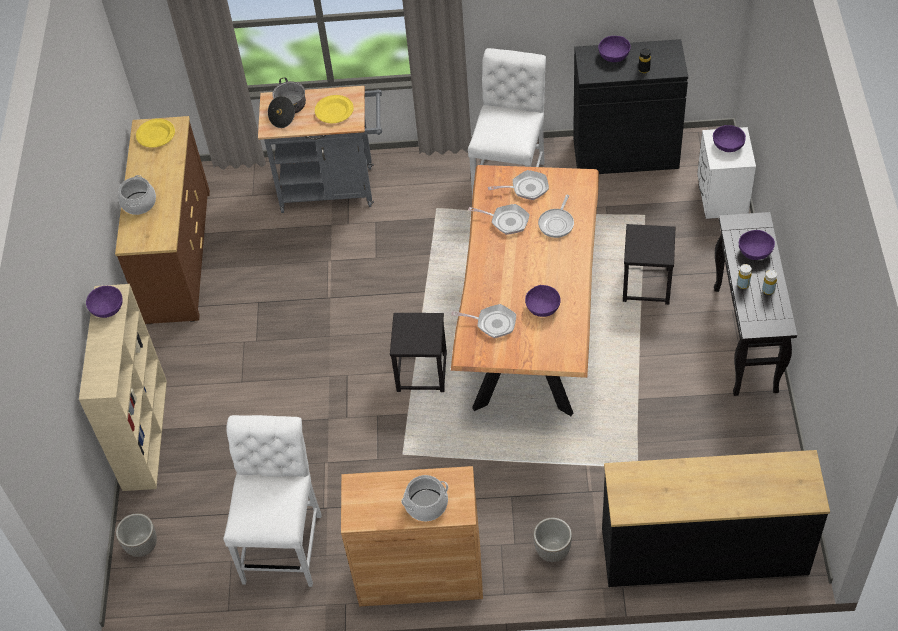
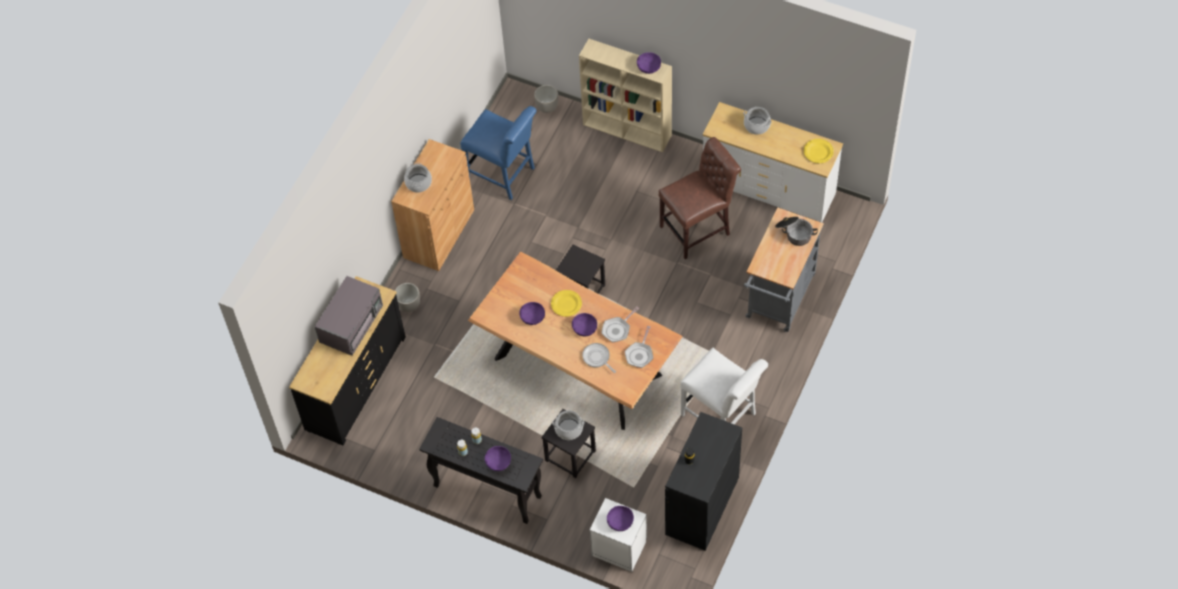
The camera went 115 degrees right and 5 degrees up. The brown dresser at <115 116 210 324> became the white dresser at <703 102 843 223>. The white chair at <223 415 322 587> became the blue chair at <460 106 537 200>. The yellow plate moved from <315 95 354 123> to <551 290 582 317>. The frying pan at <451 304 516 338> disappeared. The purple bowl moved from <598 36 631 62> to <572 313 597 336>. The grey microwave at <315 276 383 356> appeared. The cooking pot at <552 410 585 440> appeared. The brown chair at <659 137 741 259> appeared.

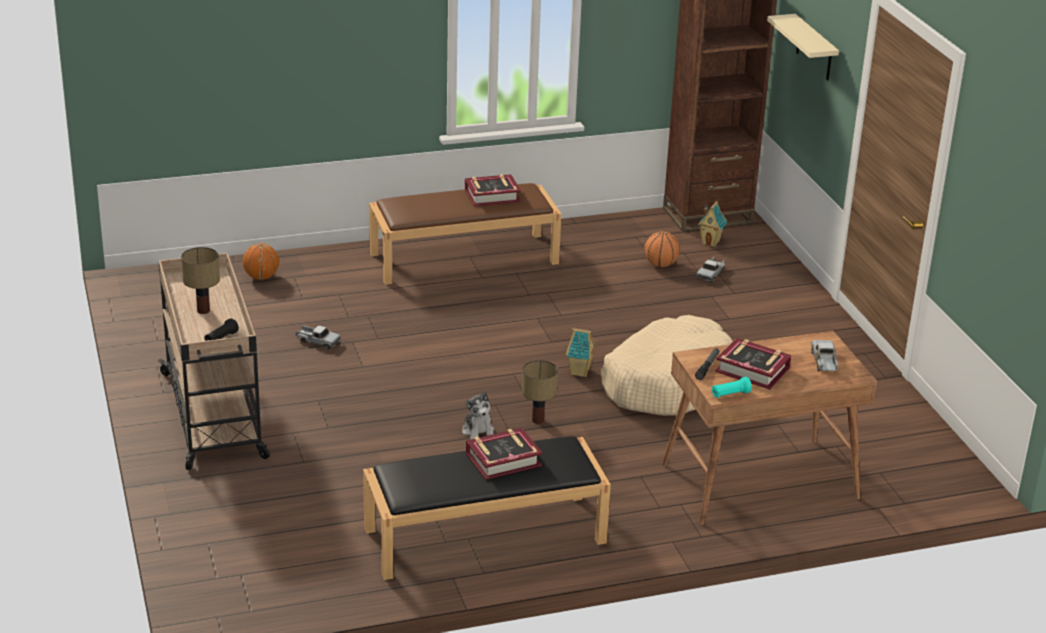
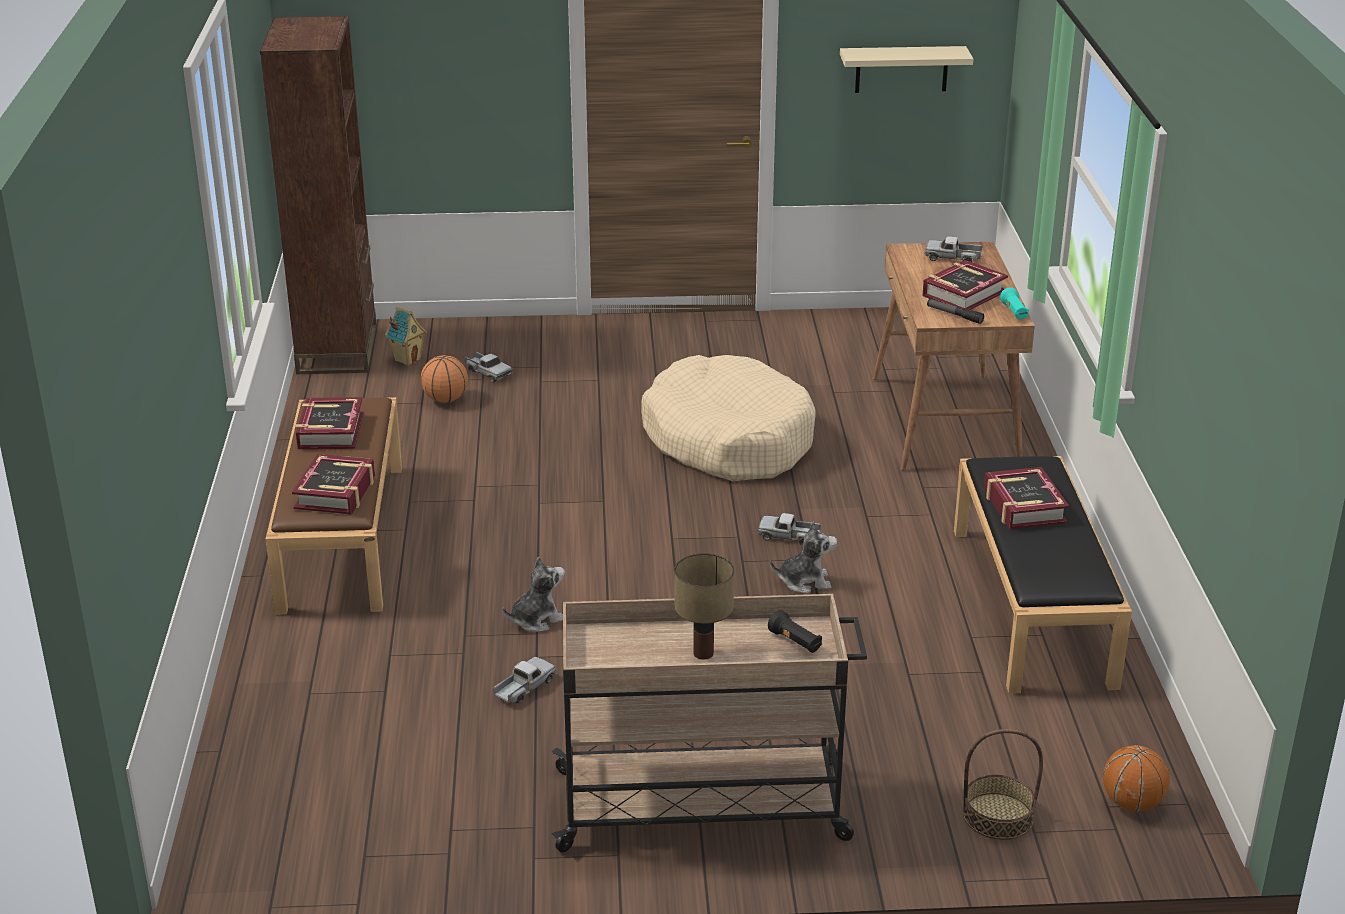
The camera went 75 degrees left and 0 degrees up. The basketball moved from <243 243 279 280> to <1103 745 1170 812>. The table lamp at <522 360 558 424> was replaced by the toy truck at <758 513 821 545>. The toy house at <566 328 596 377> disappeared. The beige shelf moved from <767 14 839 80> to <840 46 973 93>. The book at <292 454 375 515> appeared. The plush toy at <503 556 565 632> appeared. The basket at <963 729 1043 840> appeared.

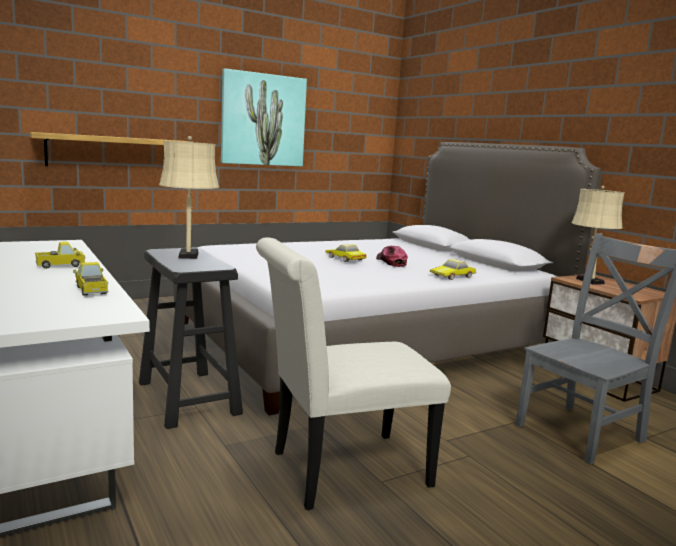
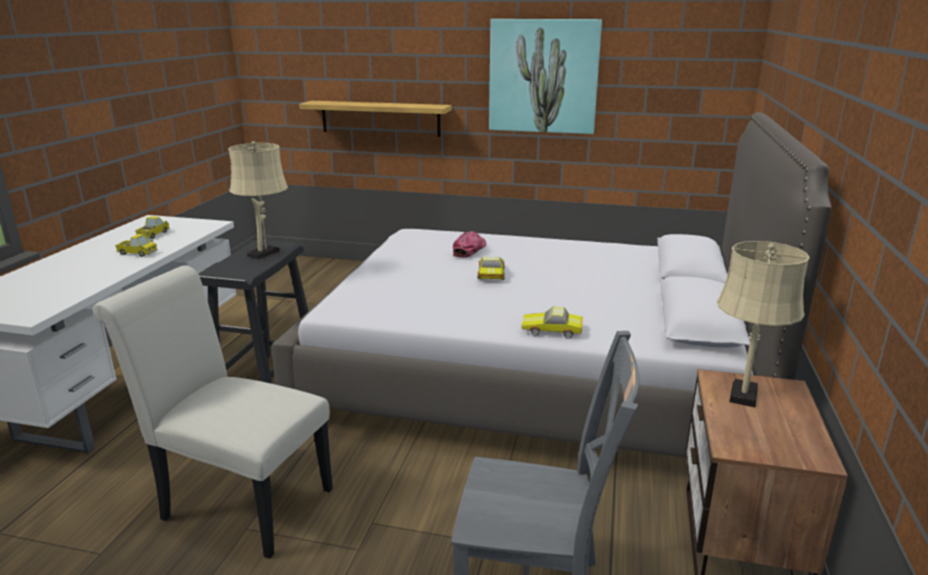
The camera went 45 degrees right and 10 degrees up. The toy truck moved from <73 262 109 296> to <135 216 170 239>. The cap moved from <376 246 408 267> to <453 231 486 258>.

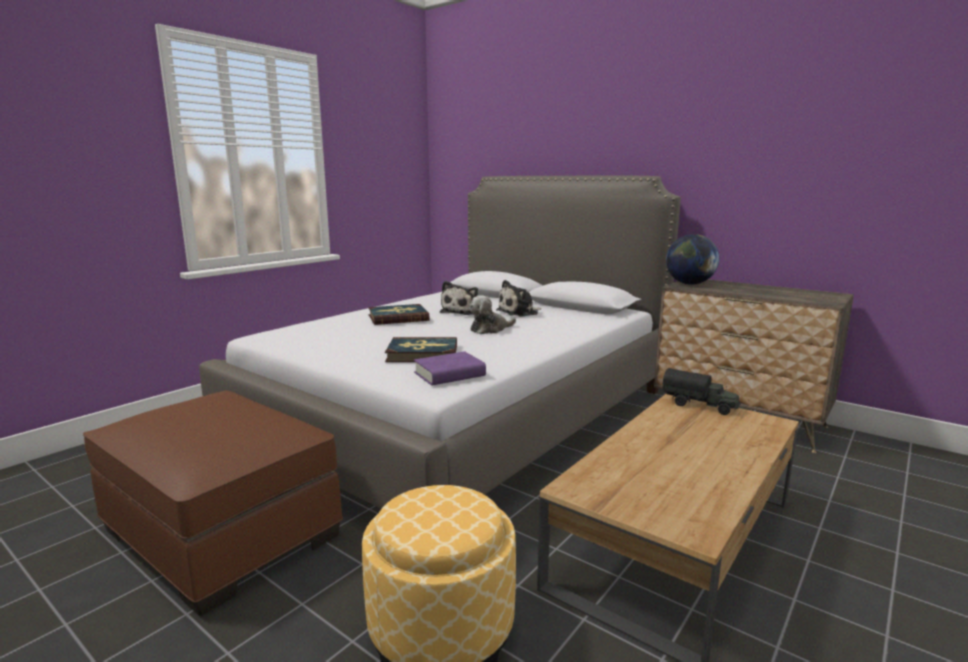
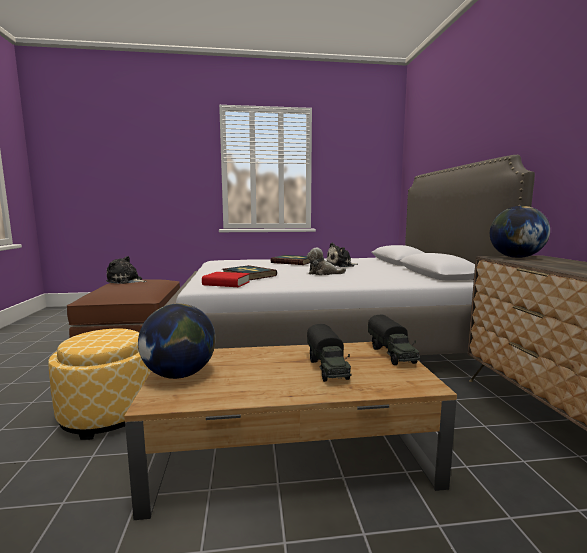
The camera went 45 degrees right and 5 degrees down. The purple book at <414 351 486 385> became the red book at <202 272 250 287>. The plush toy moved from <496 280 541 317> to <106 256 147 284>. The globe at <138 304 216 379> appeared. The toy truck at <307 324 351 382> appeared.

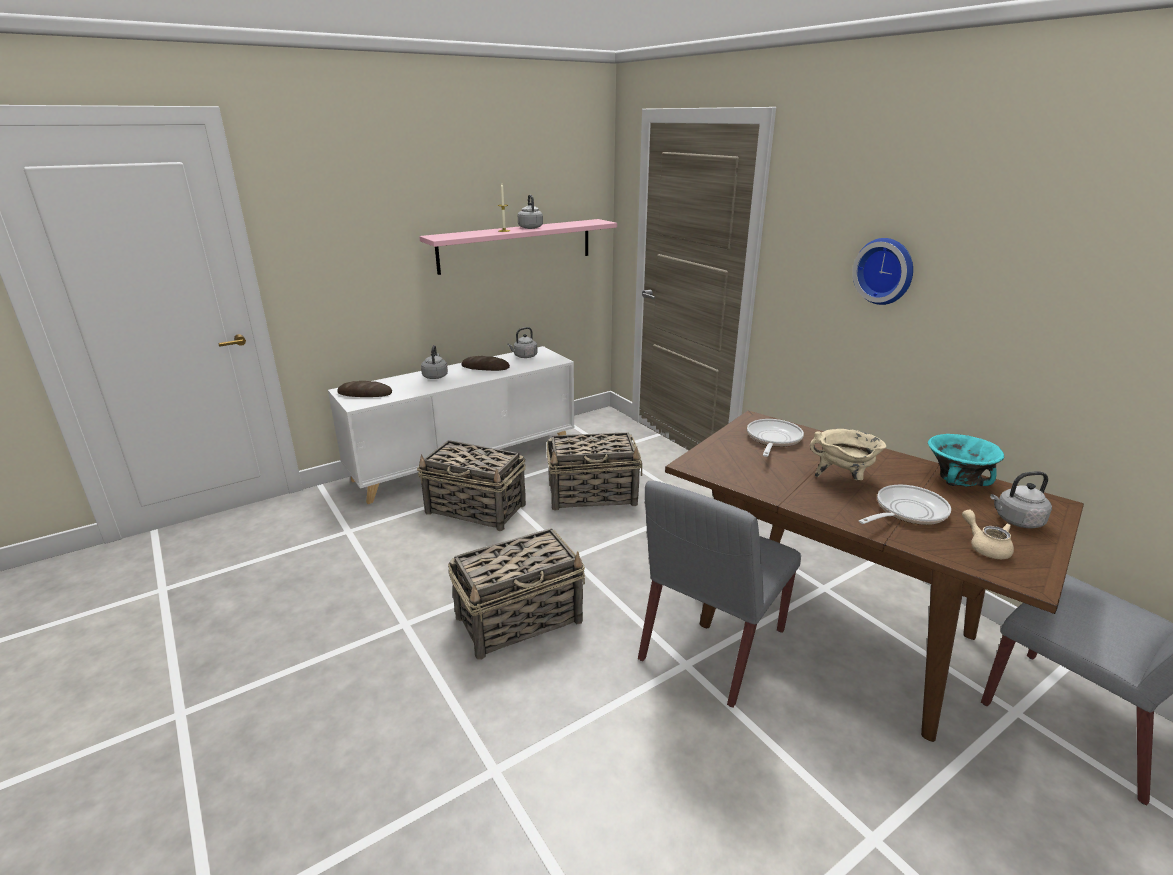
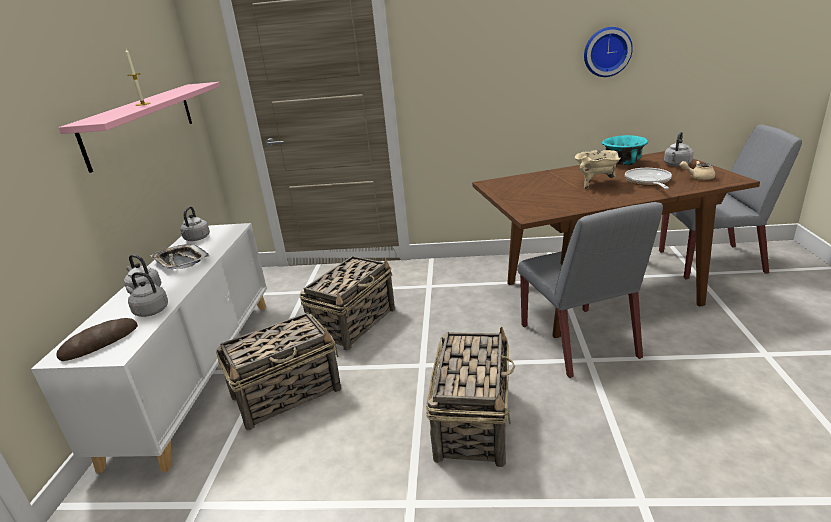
The camera went 50 degrees left and 0 degrees up. The bread at <461 356 510 371> was replaced by the tray at <150 244 209 269>. The grey kettle moved from <518 195 543 229> to <126 272 168 317>. The frying pan at <747 419 804 457> disappeared. The wall clock moved from <852 238 913 305> to <584 27 633 77>.

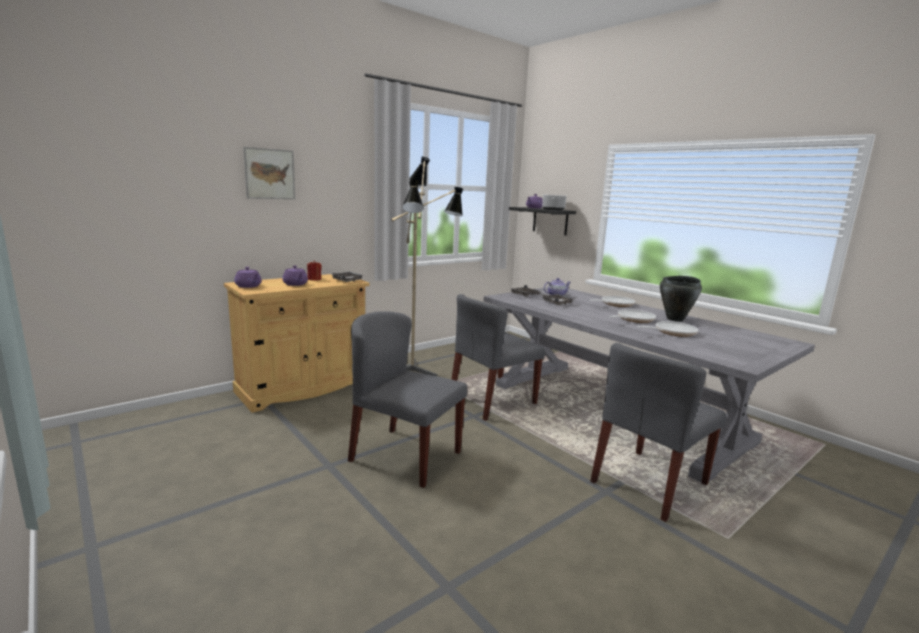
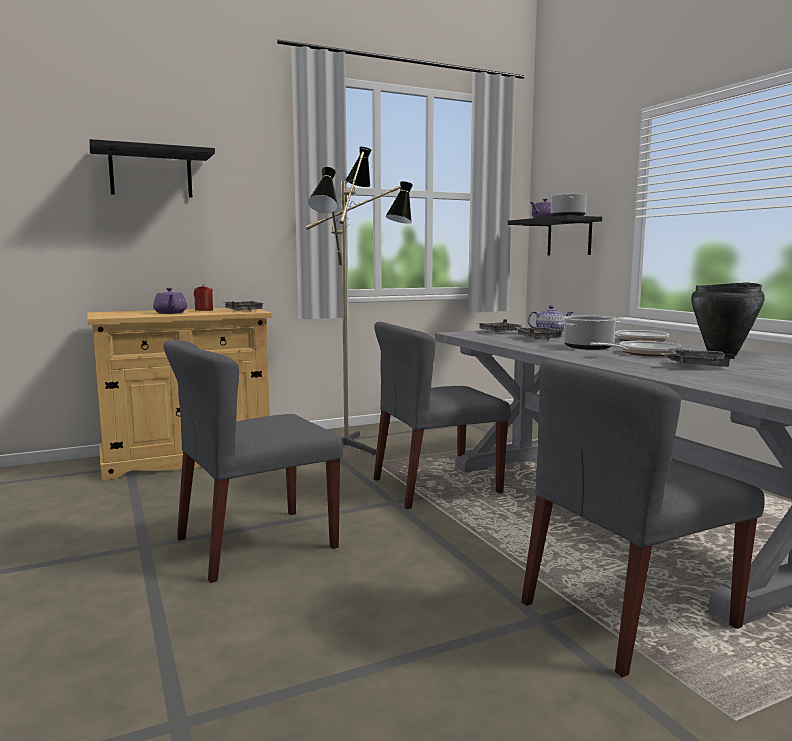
The camera went 15 degrees right and 5 degrees down. The purple teapot at <234 267 262 288> disappeared. The picture at <243 147 295 199> was replaced by the black shelf at <90 139 215 198>. The grey chair at <348 311 467 488> turned 75 degrees counterclockwise. The frying pan at <637 321 698 337> was replaced by the grey tray at <660 349 735 367>. The cooking pot at <558 315 620 350> appeared.

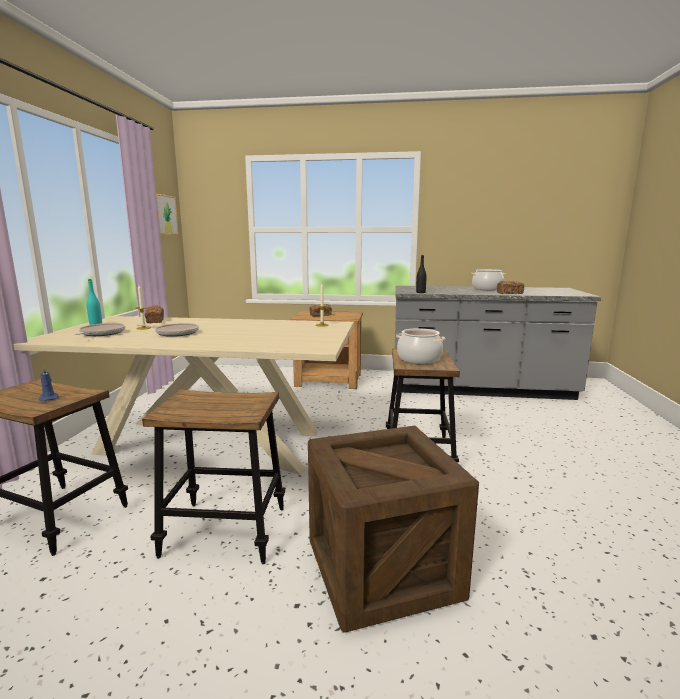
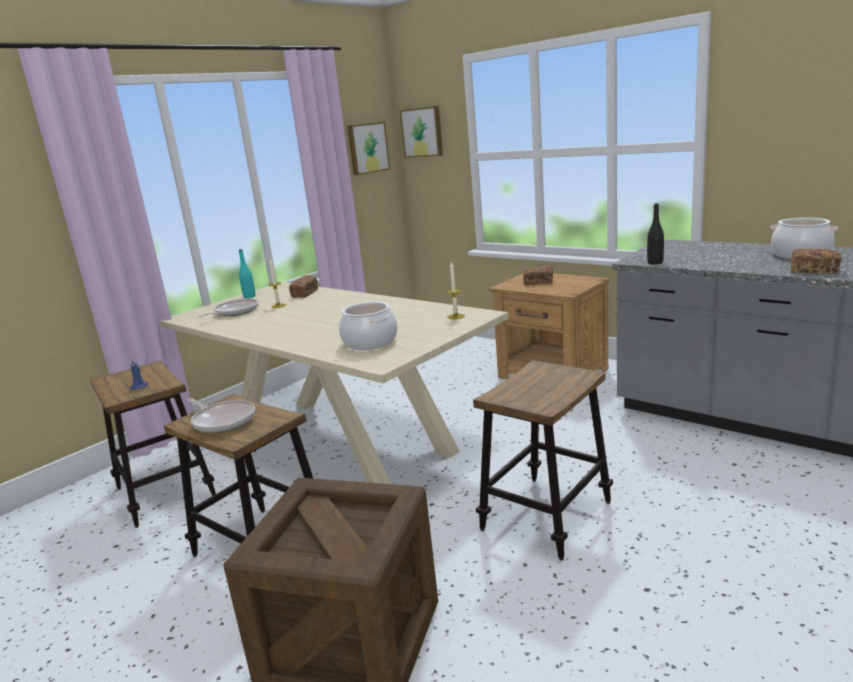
The camera went 35 degrees right and 5 degrees up. The frying pan moved from <137 323 199 337> to <187 398 255 433>. The cooking pot moved from <396 328 445 364> to <339 302 398 350>. The picture at <400 106 443 158> appeared.

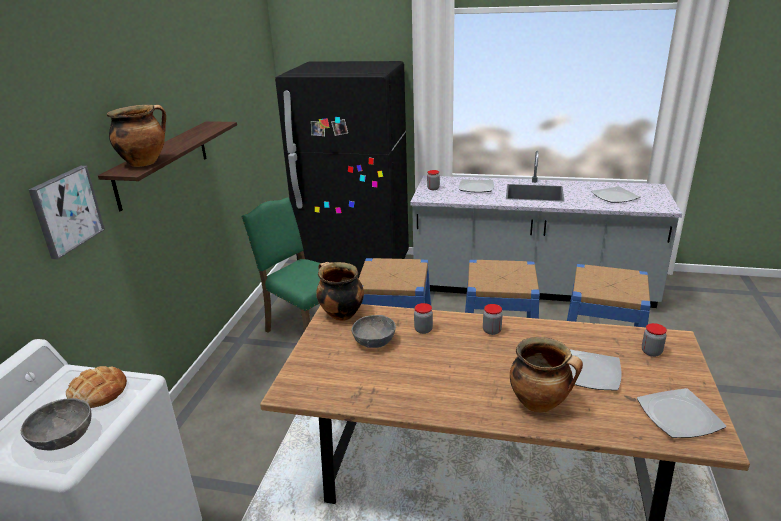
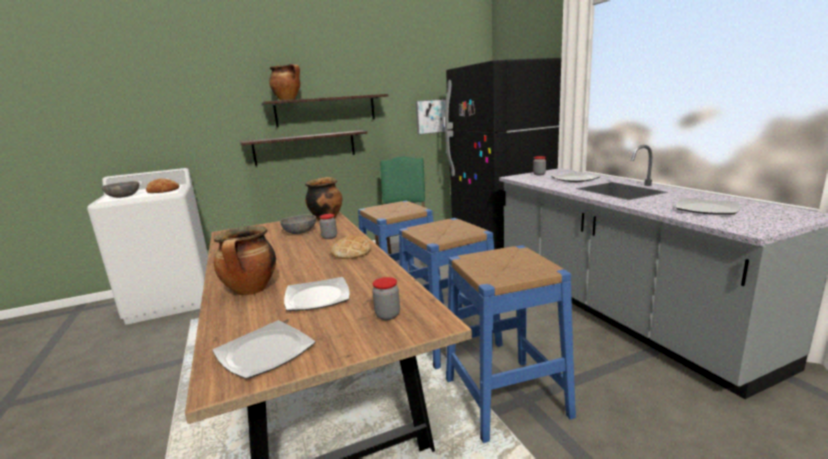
The camera went 55 degrees right and 10 degrees down. The picture moved from <29 166 105 259> to <416 99 448 135>. The jar at <483 304 502 335> was replaced by the bread at <330 235 371 259>. The shelf at <241 130 367 166> appeared.

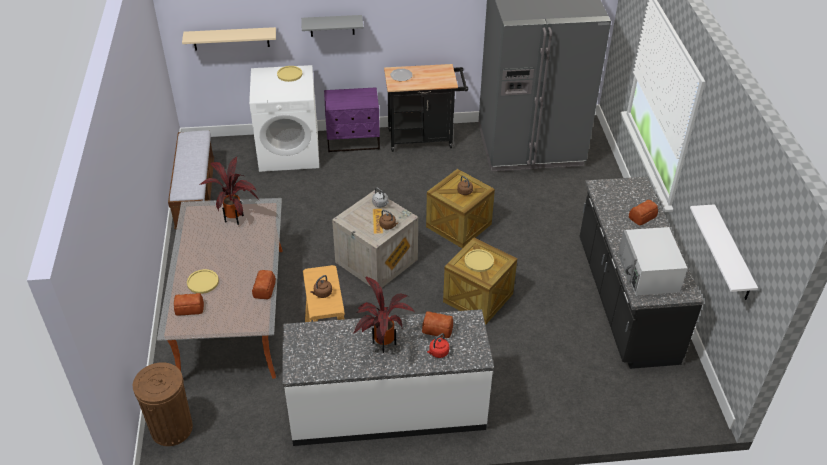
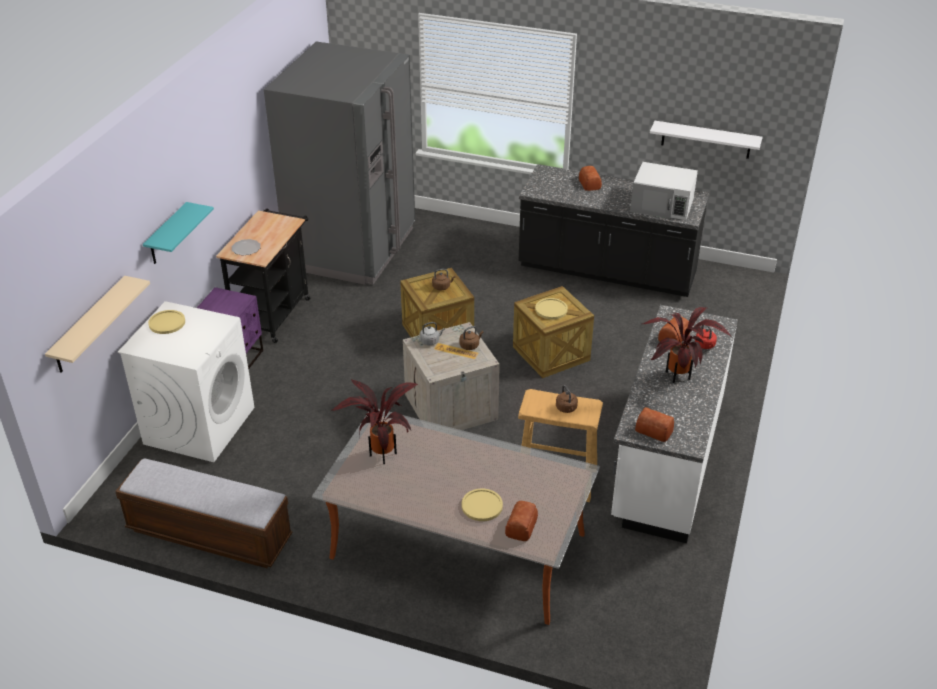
The camera went 65 degrees left and 5 degrees down. The brown trash can at <133 362 193 446> disappeared. The bread moved from <252 270 276 299> to <635 407 674 442>. The grey shelf at <301 15 363 37> became the turquoise shelf at <143 202 214 264>.

